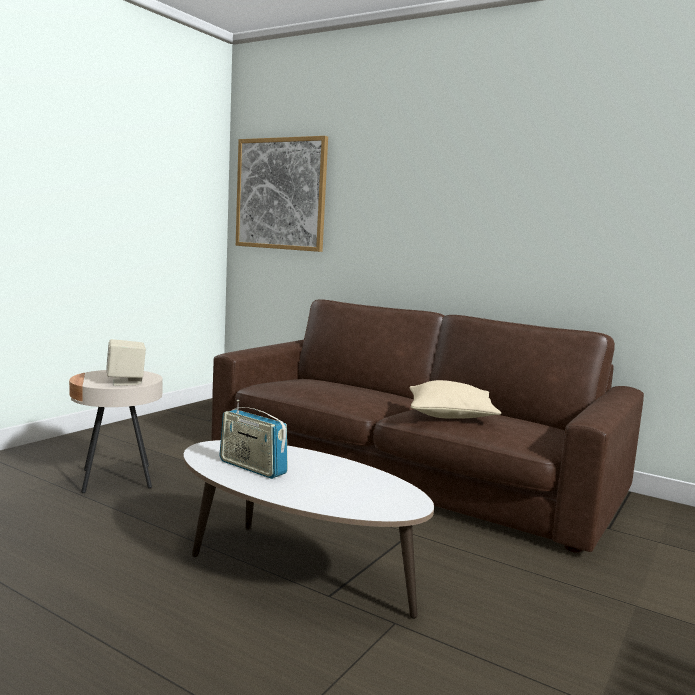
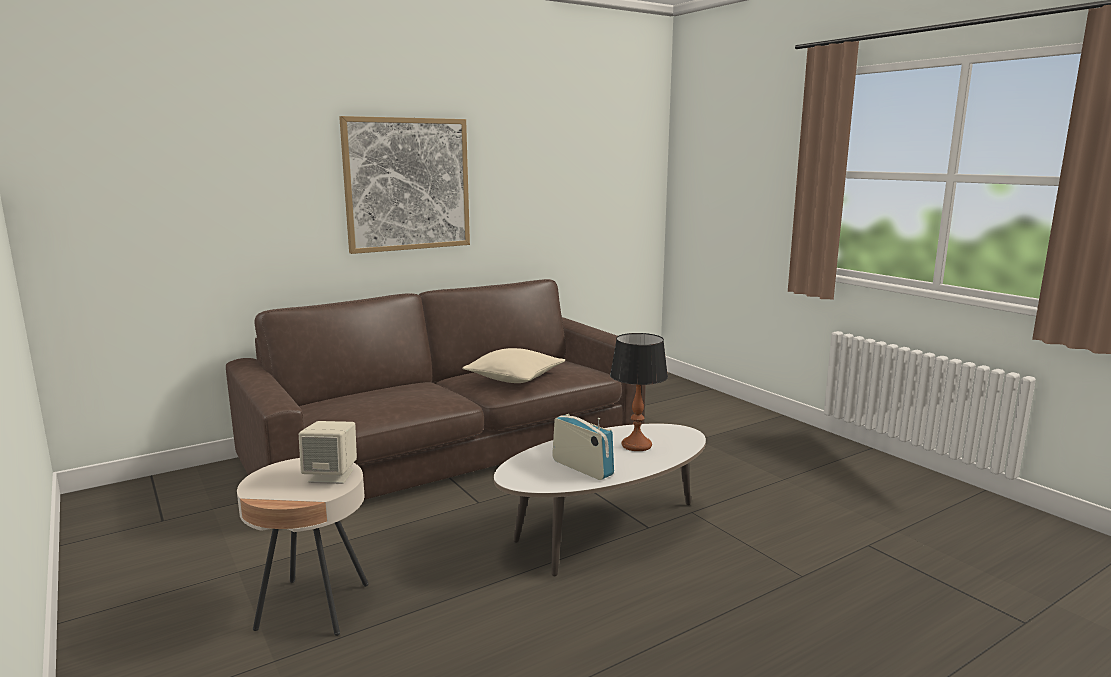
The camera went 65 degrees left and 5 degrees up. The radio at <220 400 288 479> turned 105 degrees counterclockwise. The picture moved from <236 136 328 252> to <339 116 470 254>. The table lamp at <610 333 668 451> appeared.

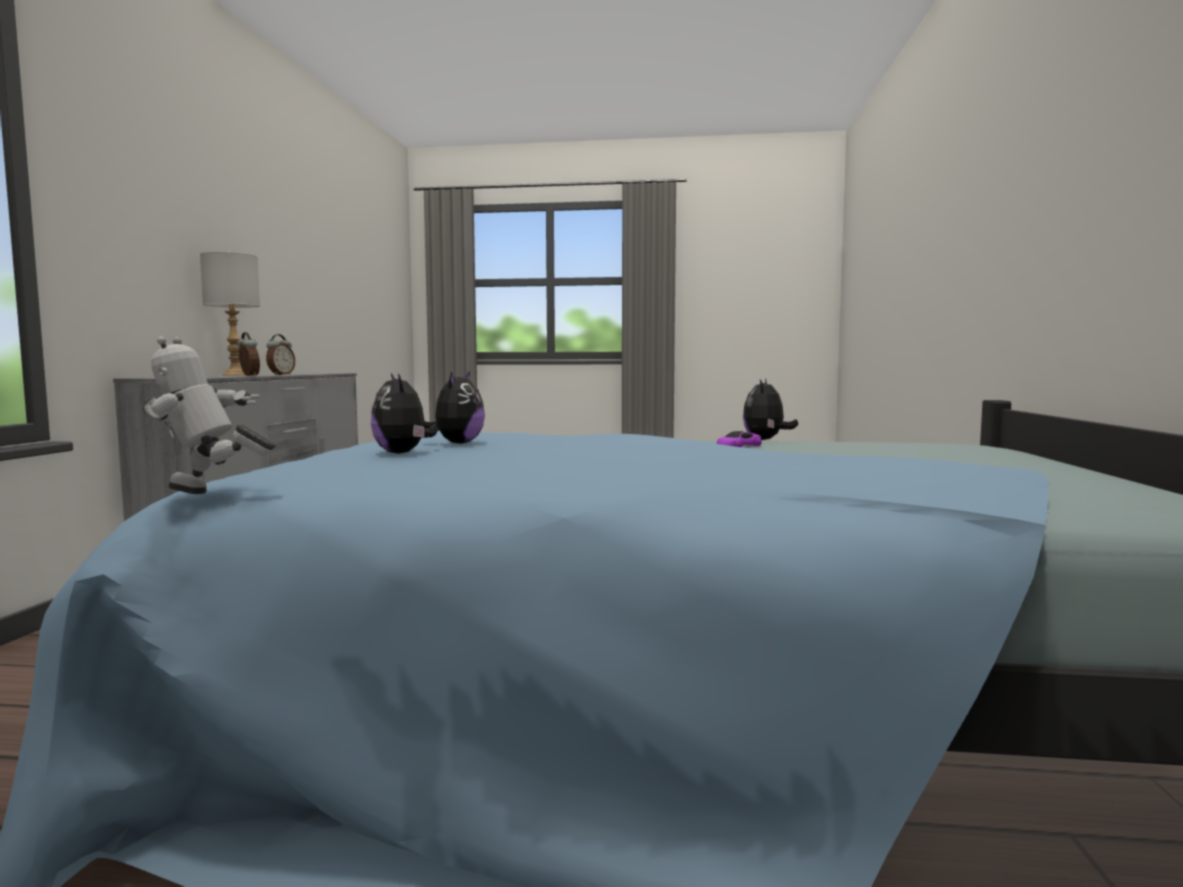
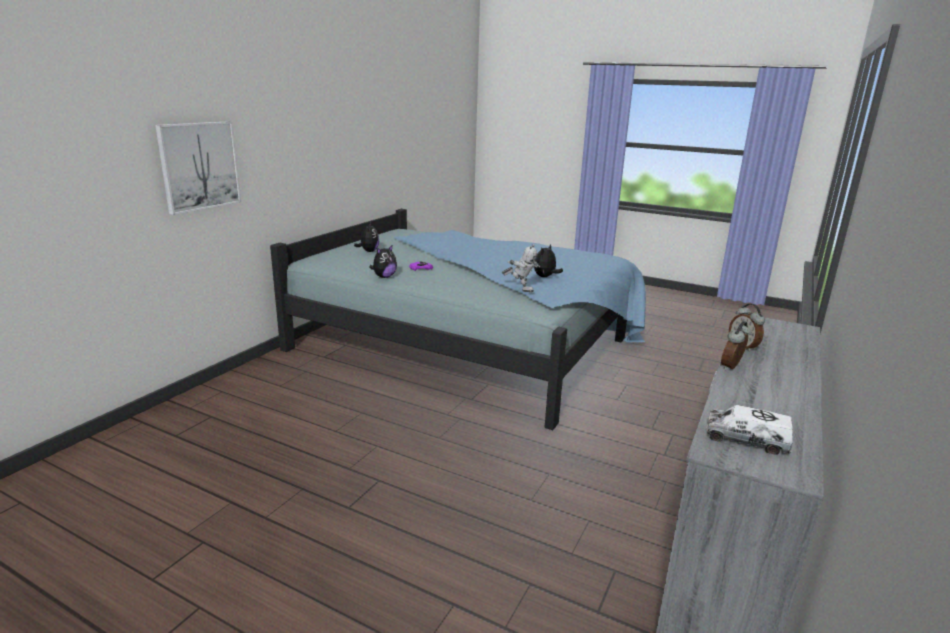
The camera went 160 degrees left and 15 degrees up. The toy robot moved from <142 336 276 494> to <502 244 540 292>. The grey table lamp at <200 251 260 375> disappeared. The plush toy moved from <371 373 438 454> to <354 223 379 252>. The picture at <155 121 241 215> appeared. The toy truck at <707 405 793 455> appeared.

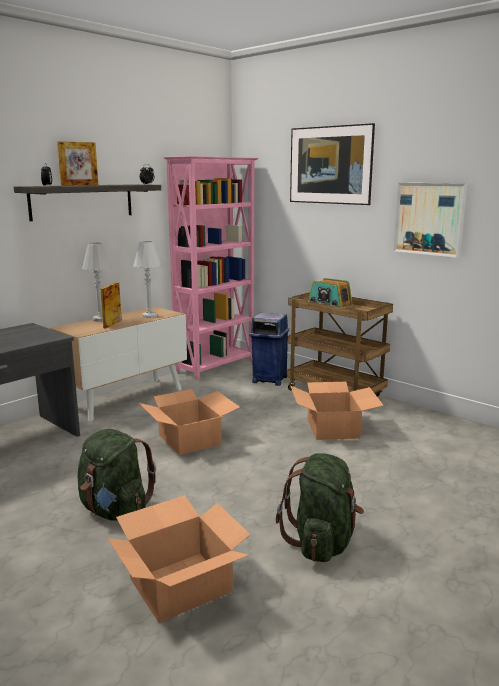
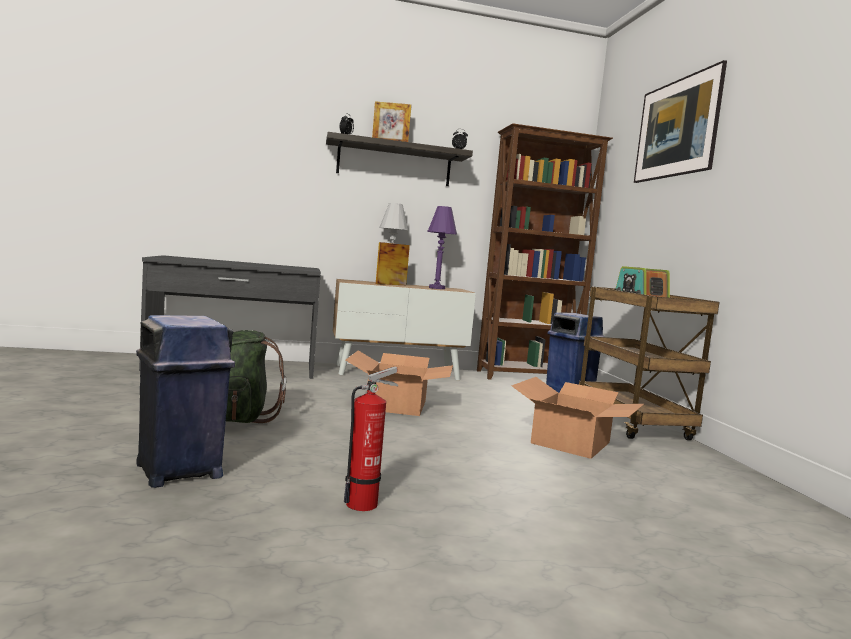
The camera went 35 degrees right and 10 degrees down. The cardboard box at <107 495 251 623> was replaced by the blue trash can at <136 315 235 488>. The white table lamp at <133 241 161 318> became the purple table lamp at <427 206 457 289>. The pink bookcase at <164 156 258 380> became the brown bookcase at <477 123 613 380>. The green backpack at <276 453 364 562> was replaced by the fire extinguisher at <344 367 398 511>. The picture at <394 183 467 258> disappeared.

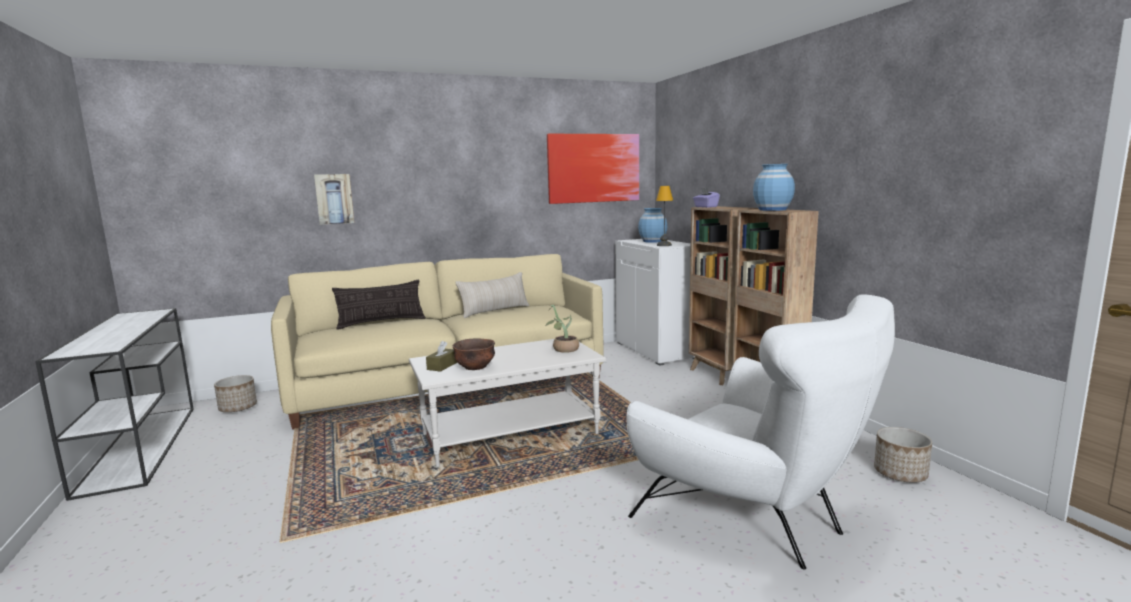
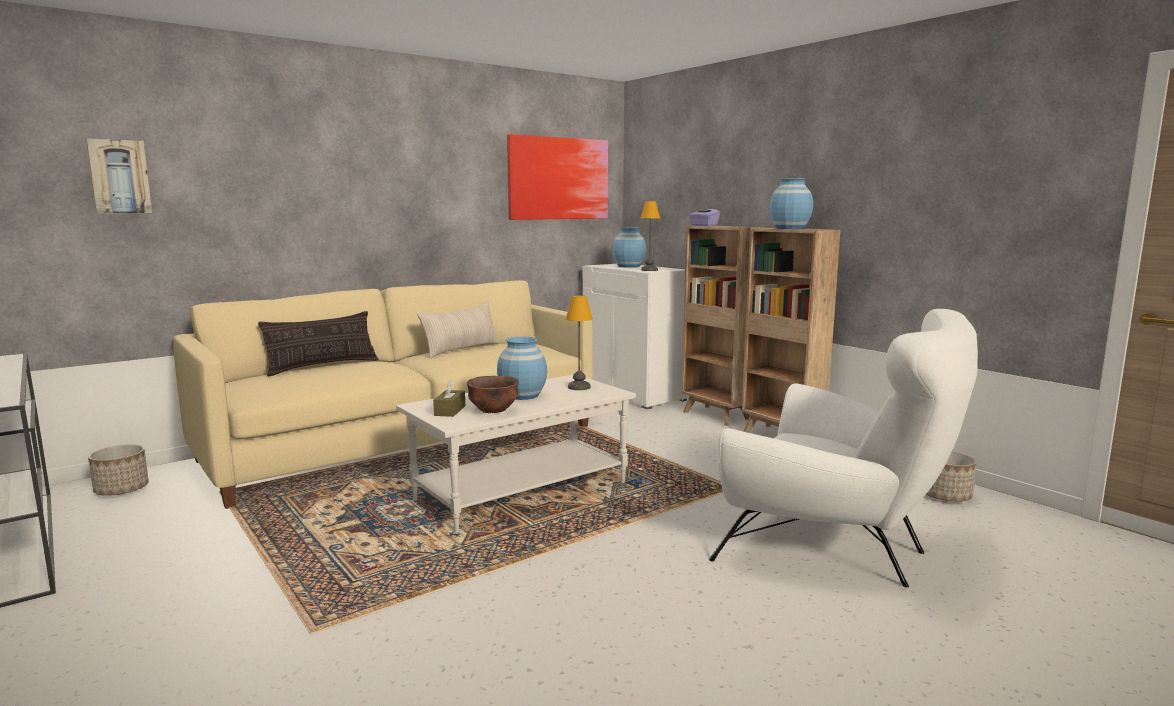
The camera went 15 degrees left and 0 degrees up. The picture moved from <314 174 354 225> to <86 138 152 213>. The potted plant at <545 304 579 353> was replaced by the table lamp at <566 295 593 390>. The blue vase at <497 337 547 400> appeared.

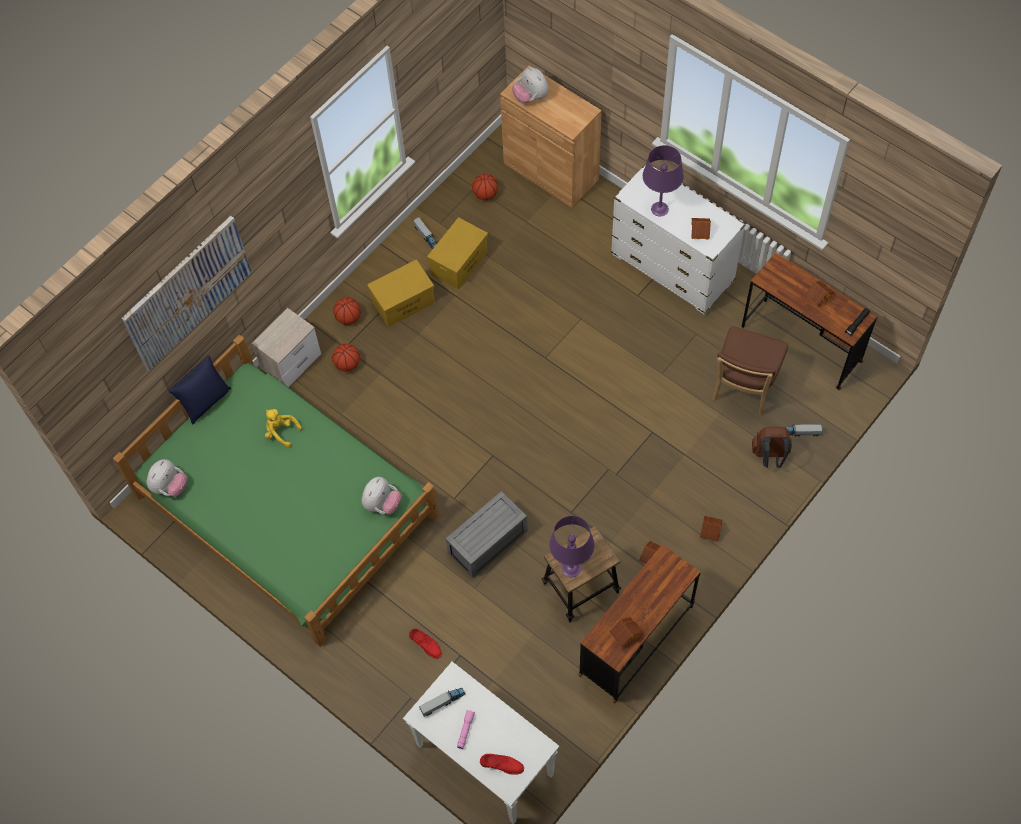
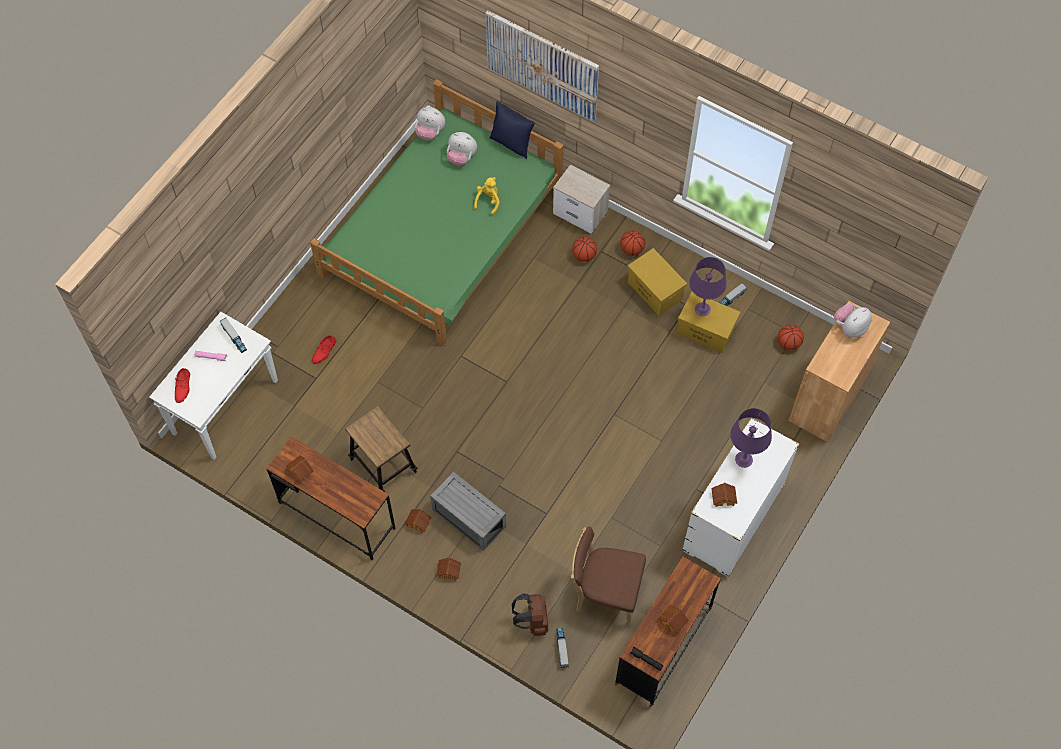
The camera went 80 degrees right and 0 degrees up. The plush toy moved from <362 477 401 514> to <447 132 477 166>. The grey storage box moved from <446 491 528 578> to <430 472 506 551>. The purple table lamp moved from <549 516 595 577> to <689 257 727 316>.

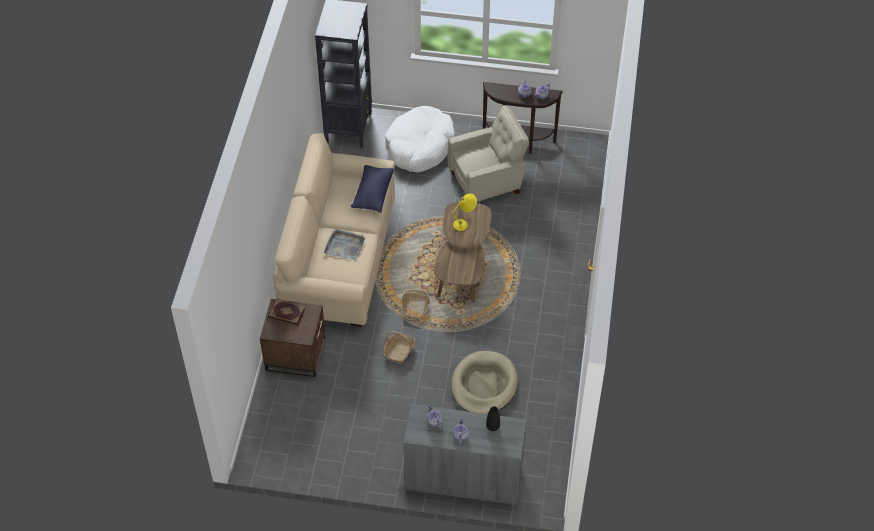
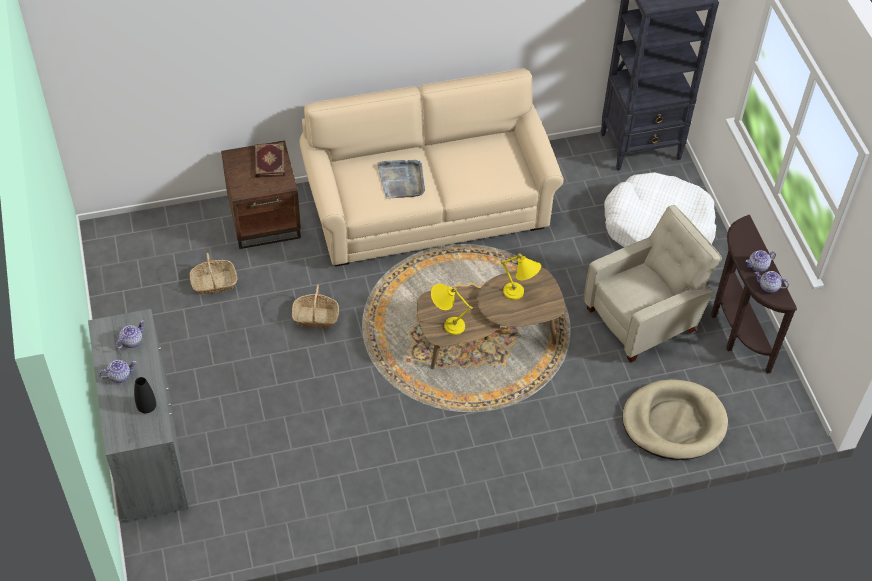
The camera went 65 degrees right and 0 degrees up. The blue pillow at <351 165 394 213> disappeared. The basket moved from <402 289 430 319> to <189 253 237 295>. The beige armchair at <447 105 529 202> turned 75 degrees counterclockwise. The beige dog bed moved from <451 351 518 414> to <622 379 728 460>. The yellow table lamp at <431 284 473 335> appeared.

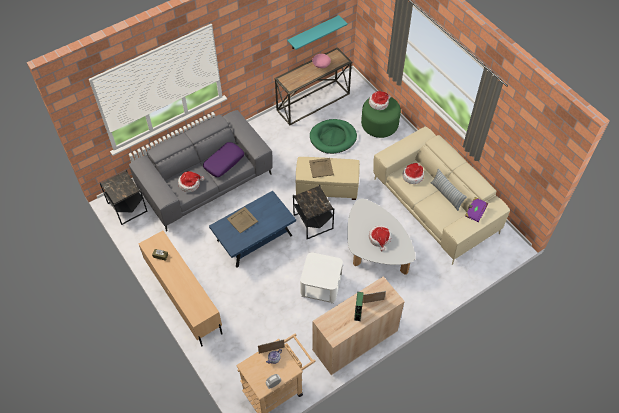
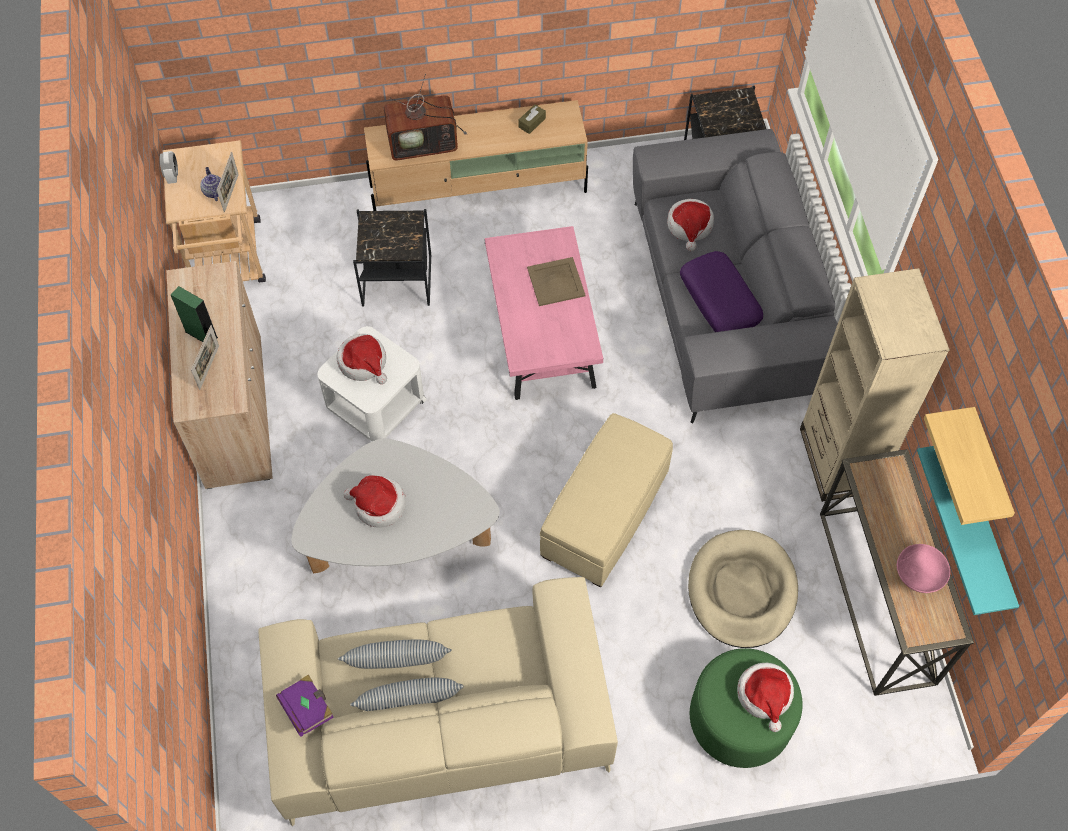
The camera went 115 degrees right and 5 degrees up. The blue coffee table at <209 191 296 268> became the pink coffee table at <485 226 604 400>. The black side table moved from <293 185 334 239> to <353 209 431 306>. The beige tray at <309 158 334 178> disappeared. The green dog bed at <310 119 357 154> became the beige dog bed at <688 530 798 648>. The hat moved from <402 163 424 184> to <336 334 387 384>. The pillow at <338 640 452 669> appeared. The television at <383 74 467 160> appeared. The beige bookcase at <800 268 950 502> appeared. The shelf at <924 407 1015 525> appeared.

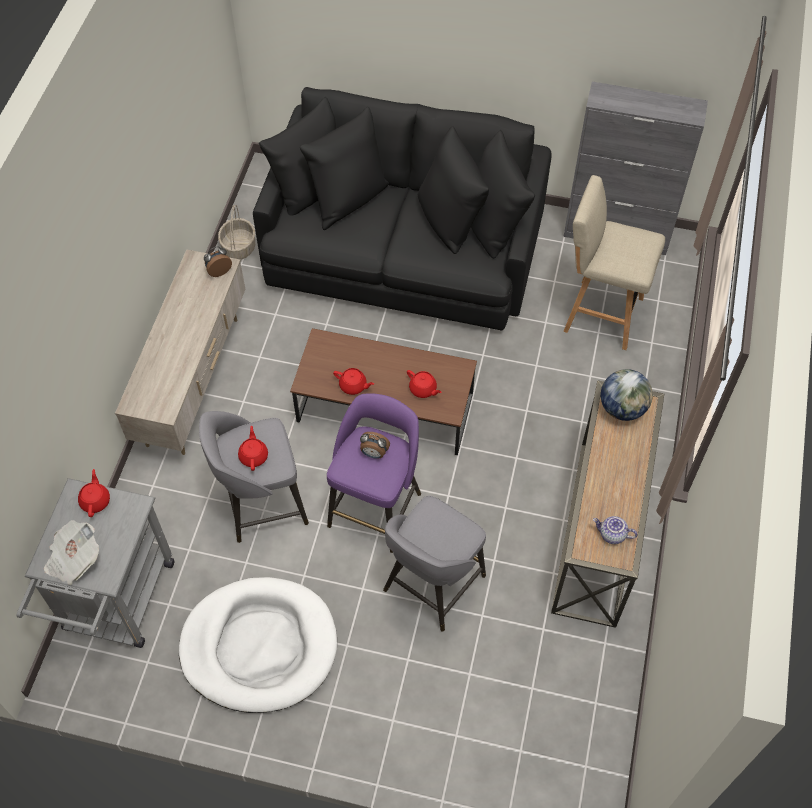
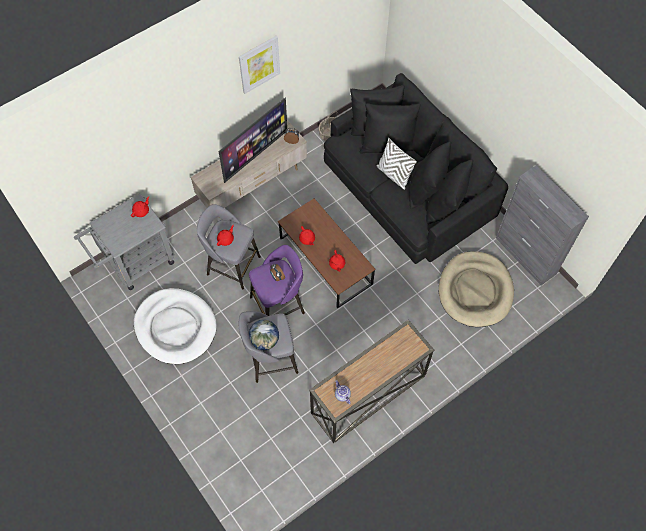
The camera went 40 degrees right and 5 degrees up. The newspaper at <44 520 99 585> disappeared. The beige stool at <564 175 665 350> was replaced by the beige dog bed at <439 251 514 327>. The globe moved from <601 369 653 421> to <249 320 279 350>. The television at <219 98 287 183> appeared. The picture at <239 36 280 94> appeared. The white pillow at <376 138 417 190> appeared.

